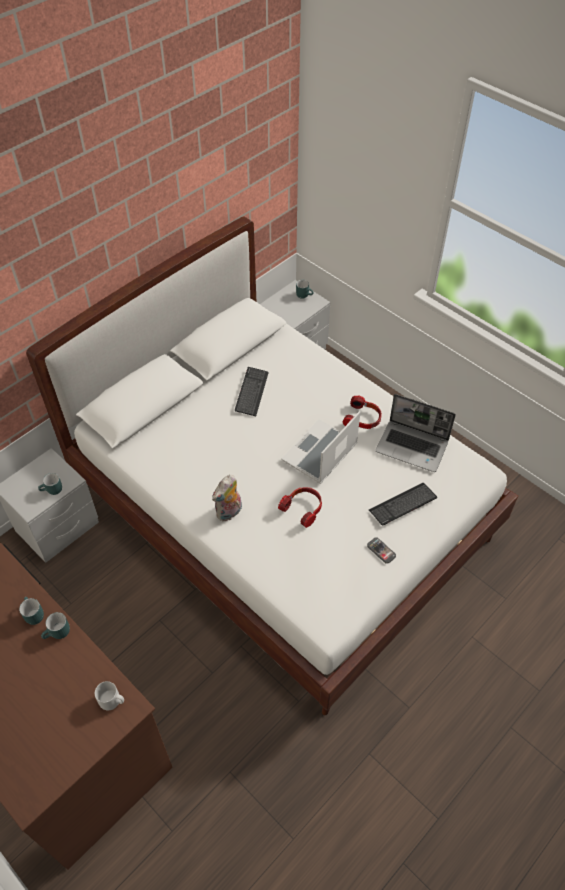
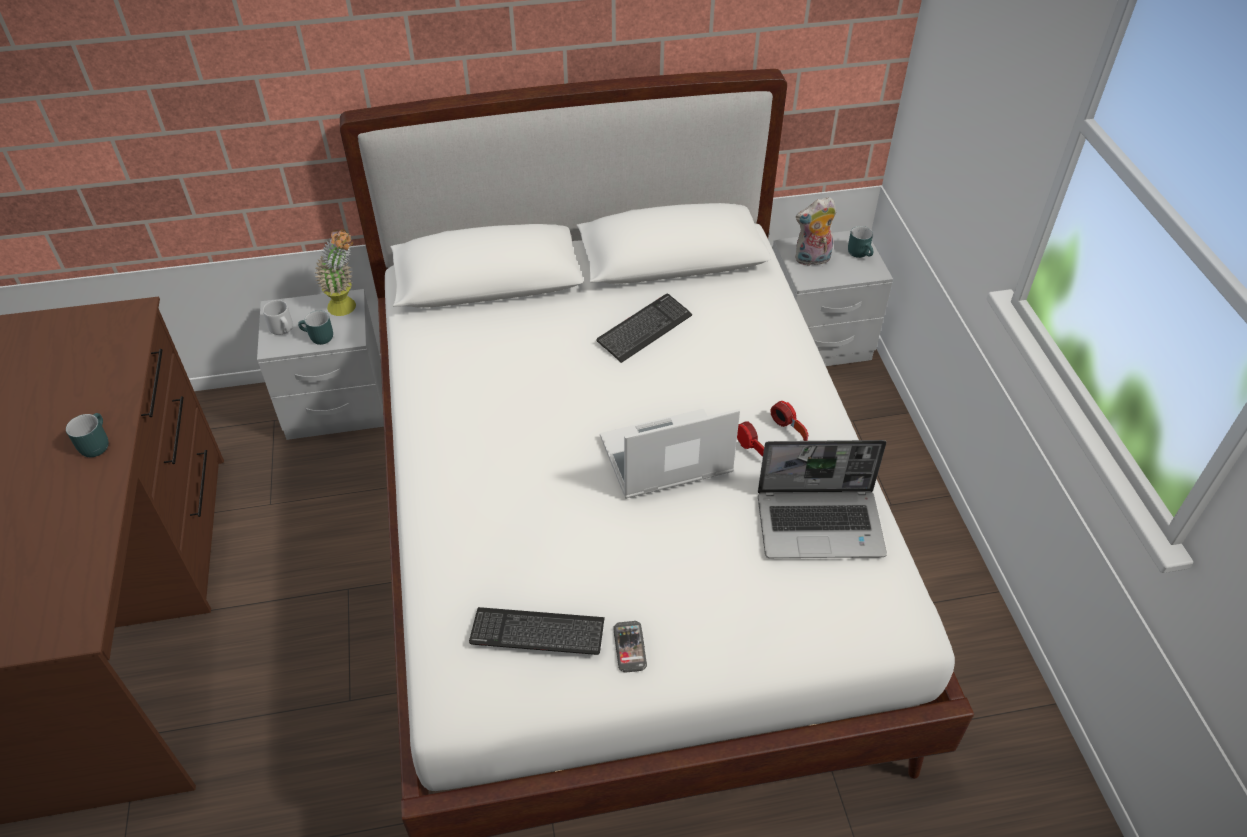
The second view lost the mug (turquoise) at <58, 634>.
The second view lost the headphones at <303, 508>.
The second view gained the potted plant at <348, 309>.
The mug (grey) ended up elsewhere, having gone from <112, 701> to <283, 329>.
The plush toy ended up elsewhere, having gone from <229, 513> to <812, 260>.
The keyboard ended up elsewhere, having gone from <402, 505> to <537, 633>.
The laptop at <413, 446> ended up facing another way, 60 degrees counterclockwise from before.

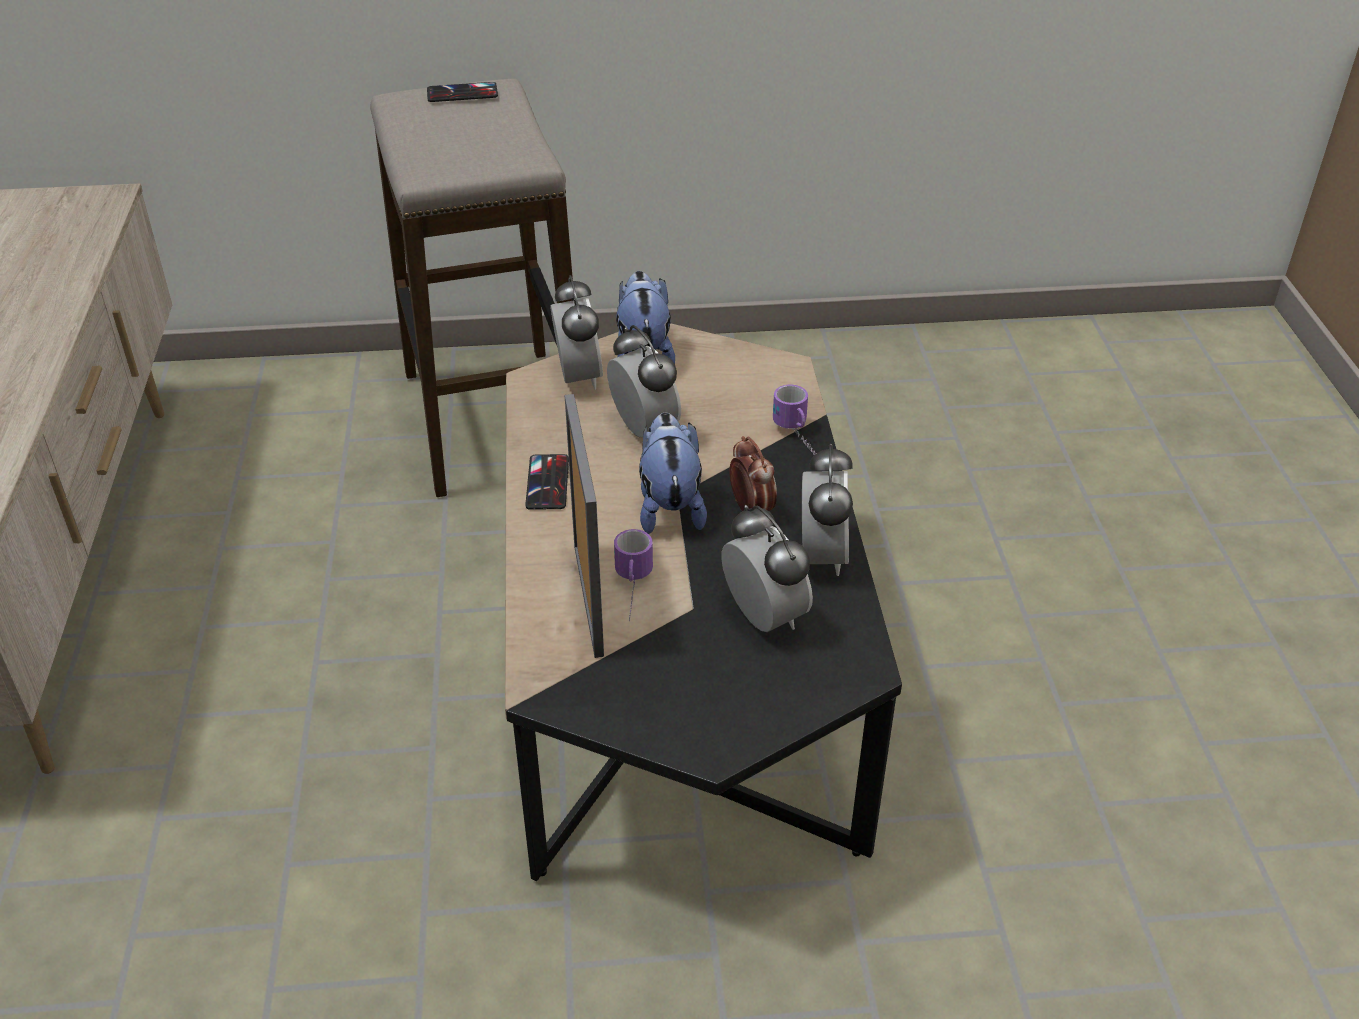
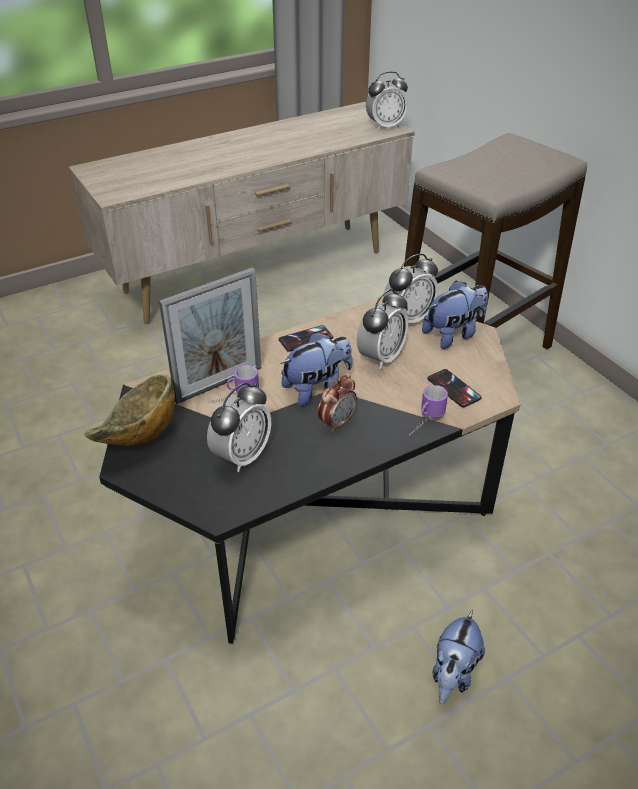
The second view gained the bowl at <138, 438>.
The second view gained the plush toy at <453, 673>.
The phone ended up elsewhere, having gone from <462, 93> to <453, 388>.
The alarm clock ended up elsewhere, having gone from <822, 556> to <385, 126>.

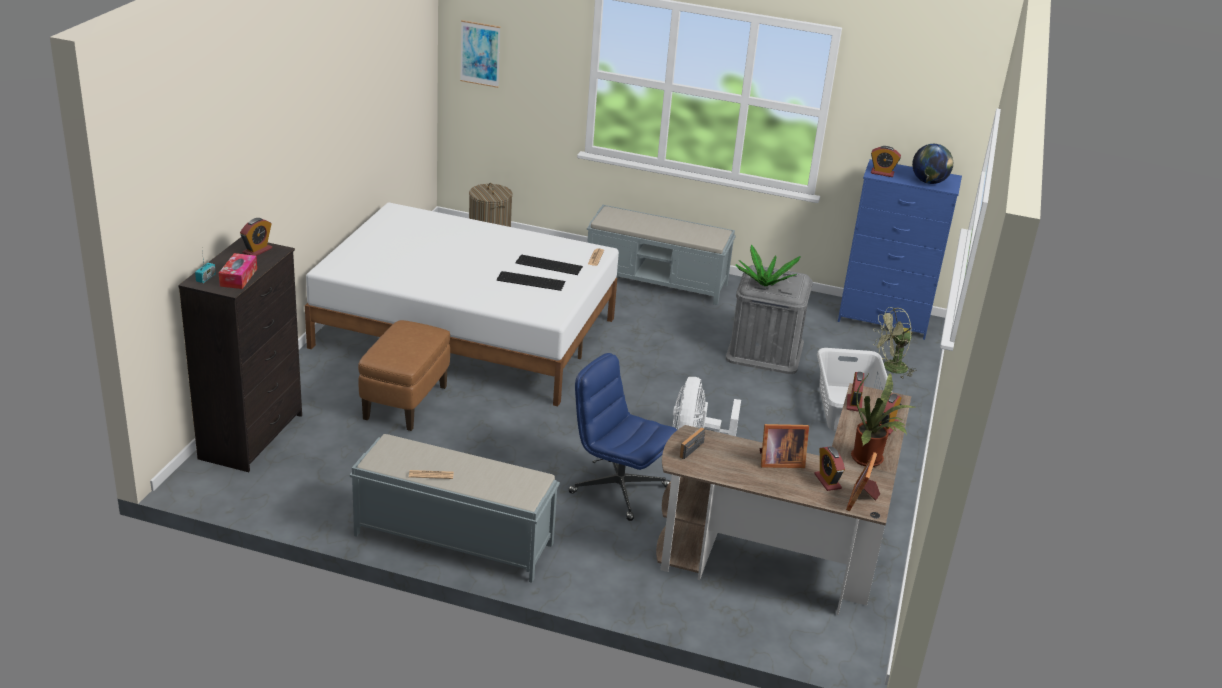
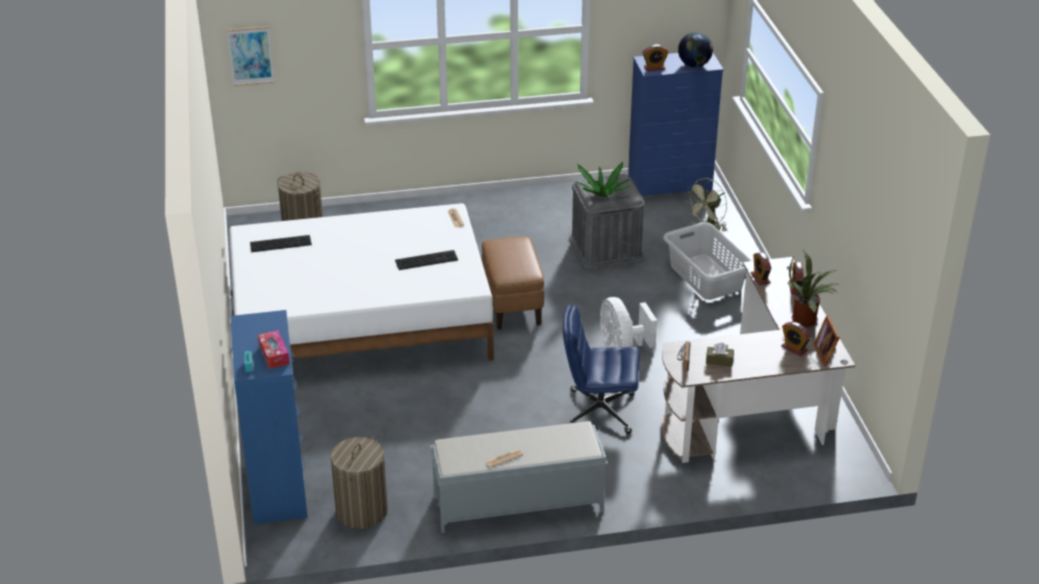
The second view lost the alarm clock at <257, 251>.
The second view lost the bench (grey) at <657, 281>.
The second view lost the picture frame at <779, 461>.
The second view gained the laundry basket at <361, 511>.
The second view gained the tissue box (brown) at <719, 361>.
The ottoman (brown) ended up elsewhere, having gone from <405, 402> to <512, 306>.
The keyboard ended up elsewhere, having gone from <548, 264> to <279, 243>.
What was the dresser (black) at <253, 436> turned into the dresser (blue) at <278, 486>.

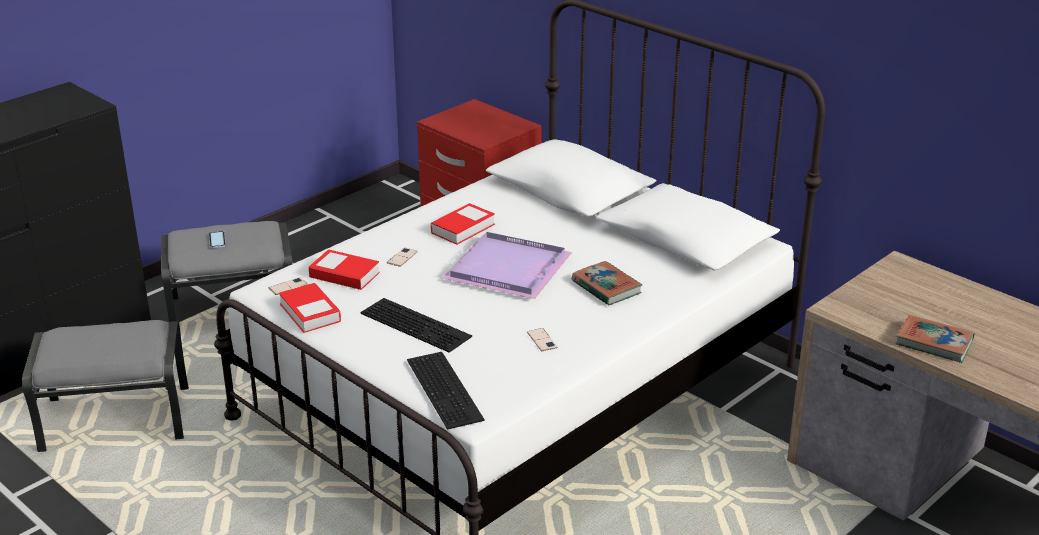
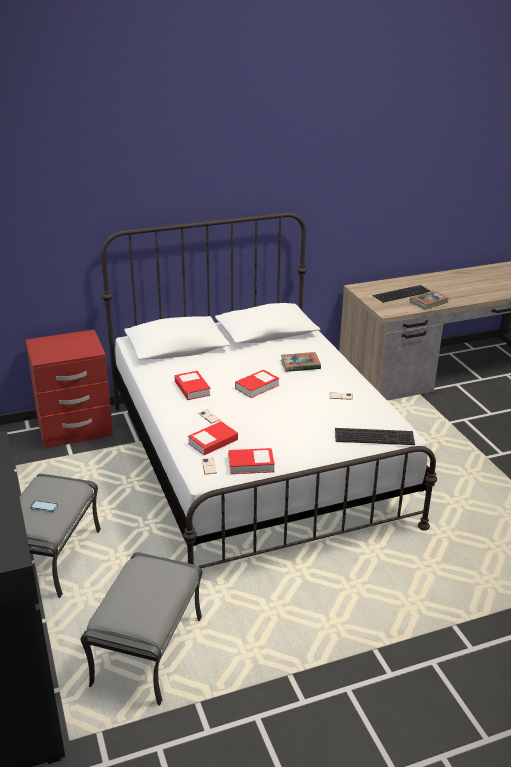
The keyboard ended up elsewhere, having gone from <418, 324> to <402, 293>.
Where the tray (purple) stood at <509, 270>, the book came to stand at <257, 387>.

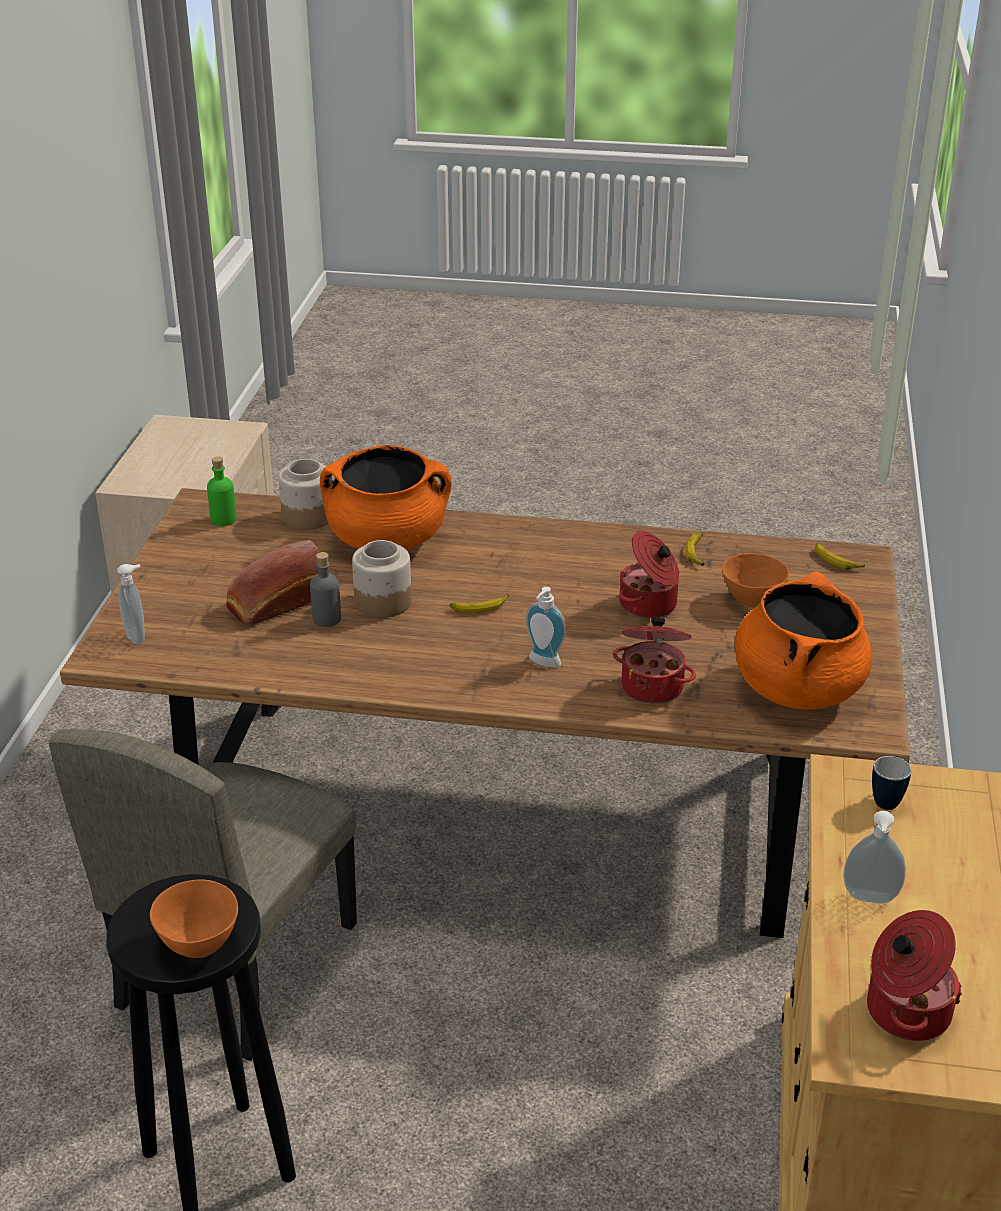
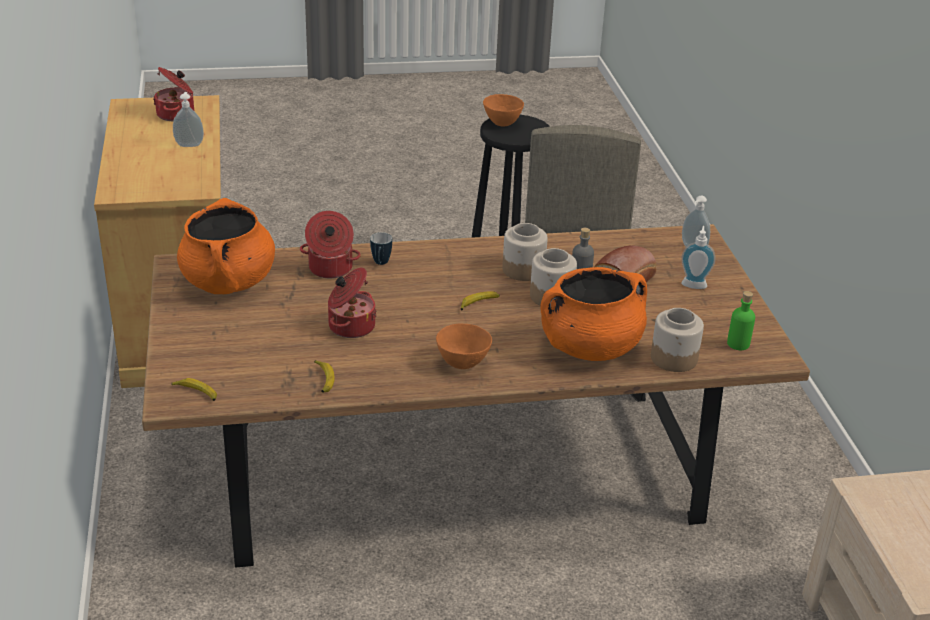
The second view gained the jar at <523, 270>.
The soap dispenser ended up elsewhere, having gone from <542, 663> to <694, 283>.
The bowl (orange) ended up elsewhere, having gone from <751, 601> to <463, 363>.
The mug ended up elsewhere, having gone from <887, 799> to <380, 264>.

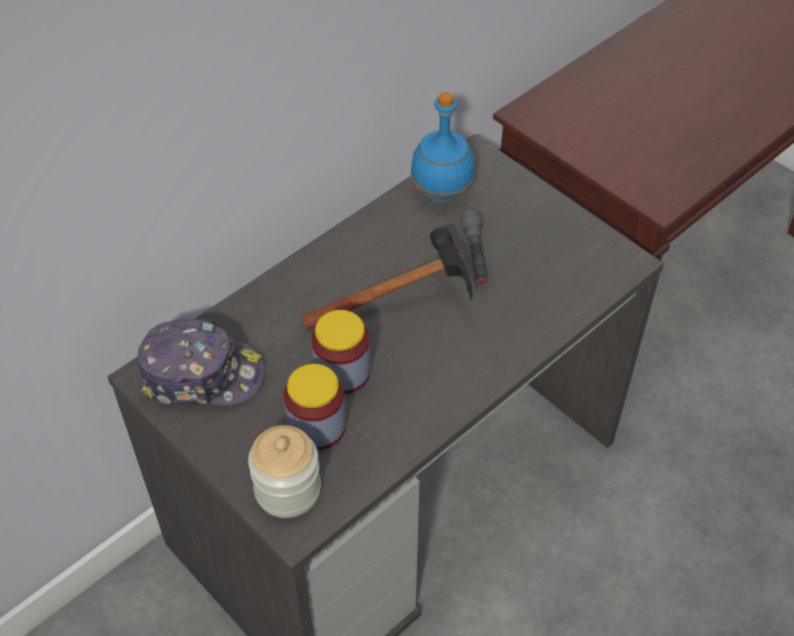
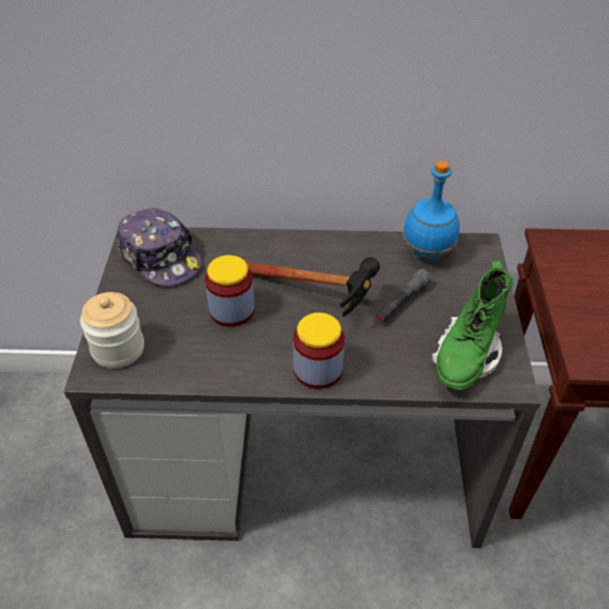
The second view gained the boot (green) at <466, 356>.
The jar ended up elsewhere, having gone from <317, 426> to <318, 369>.

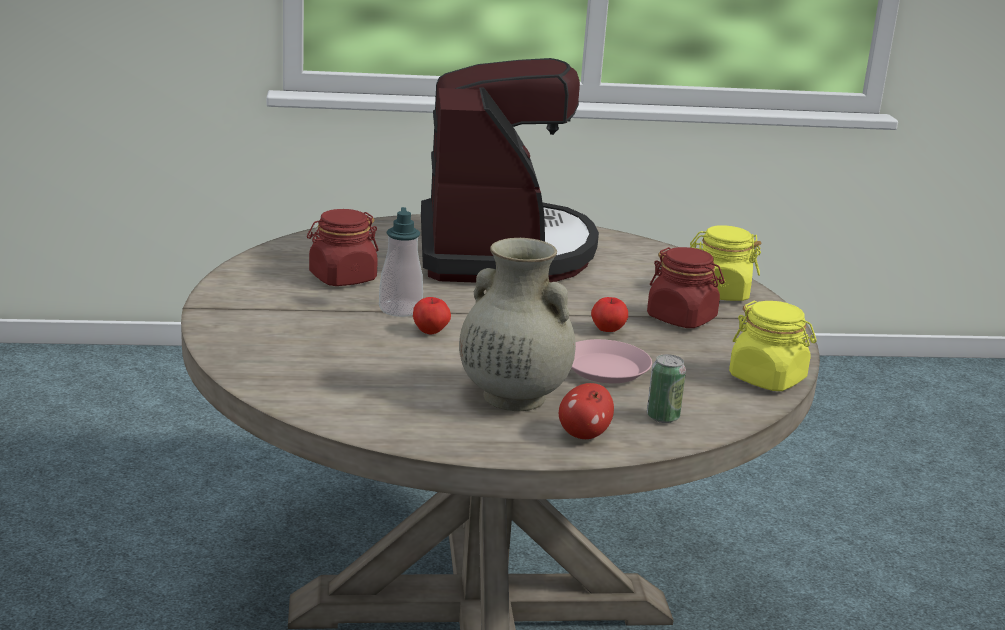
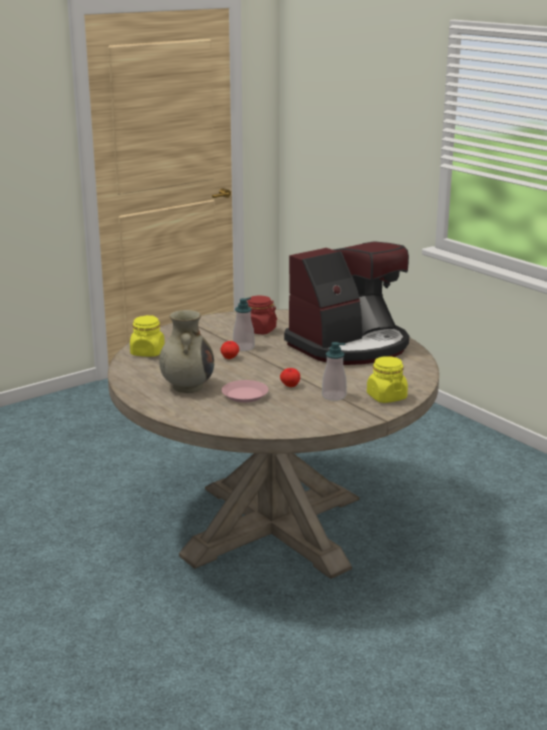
The second view lost the apple at <583, 435>.
The second view lost the can at <662, 417>.
The jar (yellow) ended up elsewhere, having gone from <767, 379> to <147, 352>.
Where the jar (red) stood at <682, 318>, the soap dispenser came to stand at <334, 396>.

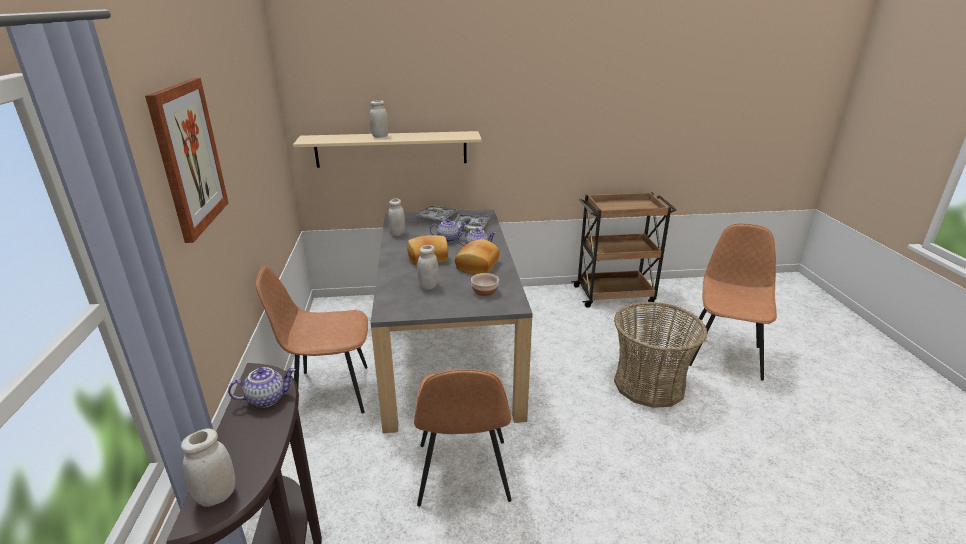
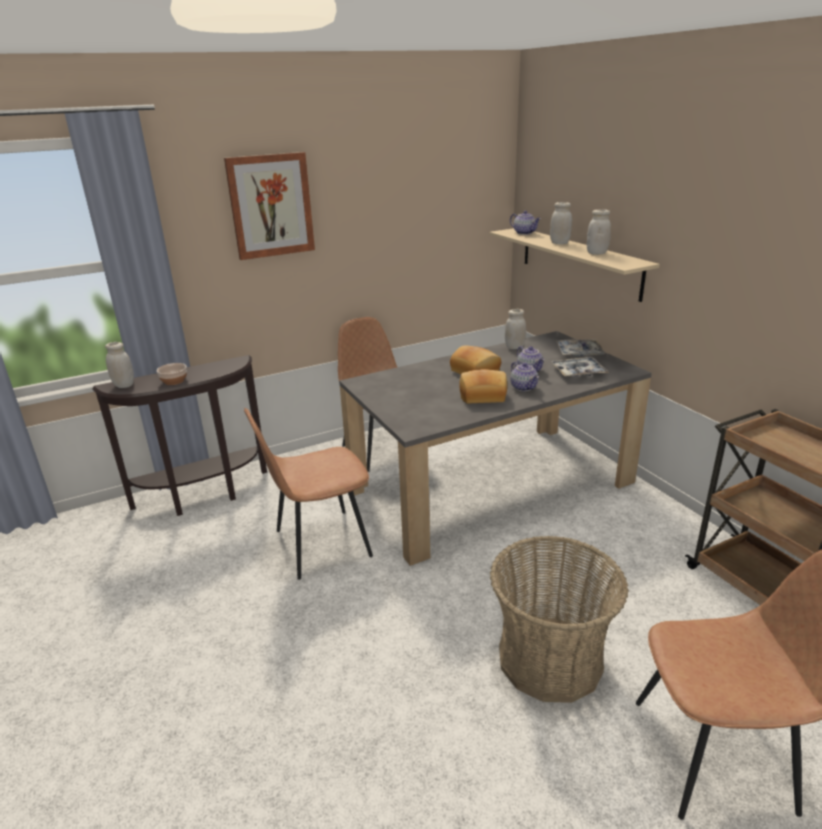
The teapot ended up elsewhere, having gone from <267, 398> to <525, 233>.
The jar (white) ended up elsewhere, having gone from <428, 286> to <596, 253>.
The bowl ended up elsewhere, having gone from <484, 291> to <174, 381>.

